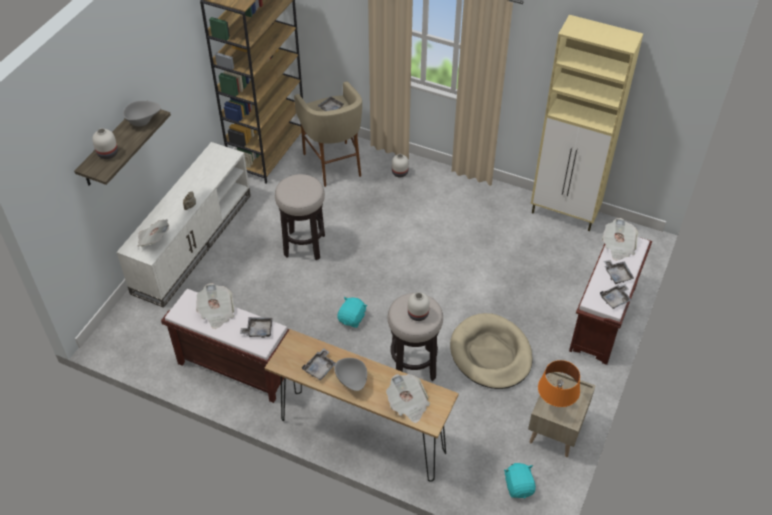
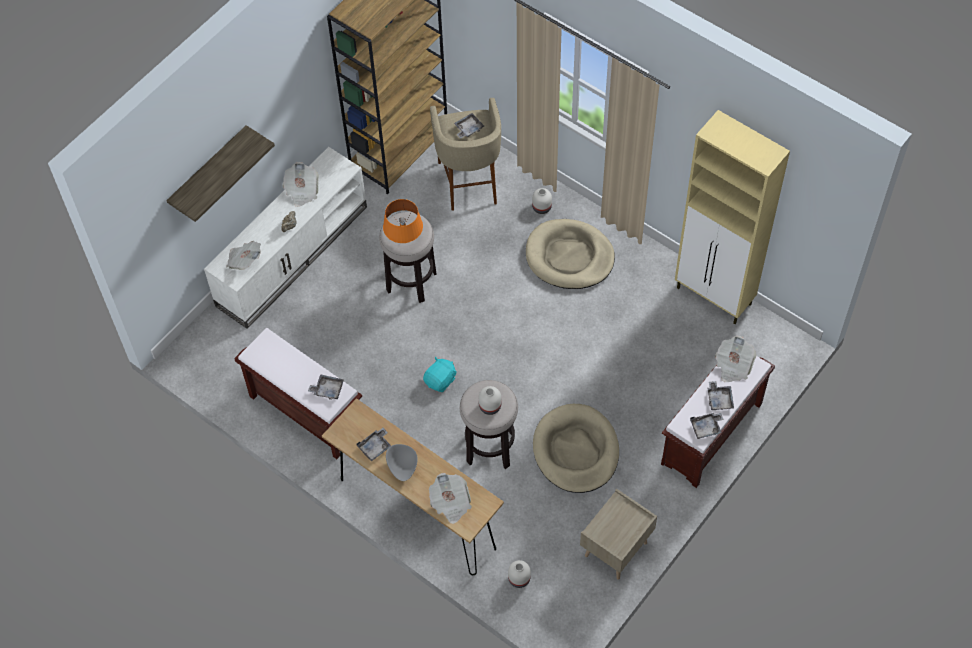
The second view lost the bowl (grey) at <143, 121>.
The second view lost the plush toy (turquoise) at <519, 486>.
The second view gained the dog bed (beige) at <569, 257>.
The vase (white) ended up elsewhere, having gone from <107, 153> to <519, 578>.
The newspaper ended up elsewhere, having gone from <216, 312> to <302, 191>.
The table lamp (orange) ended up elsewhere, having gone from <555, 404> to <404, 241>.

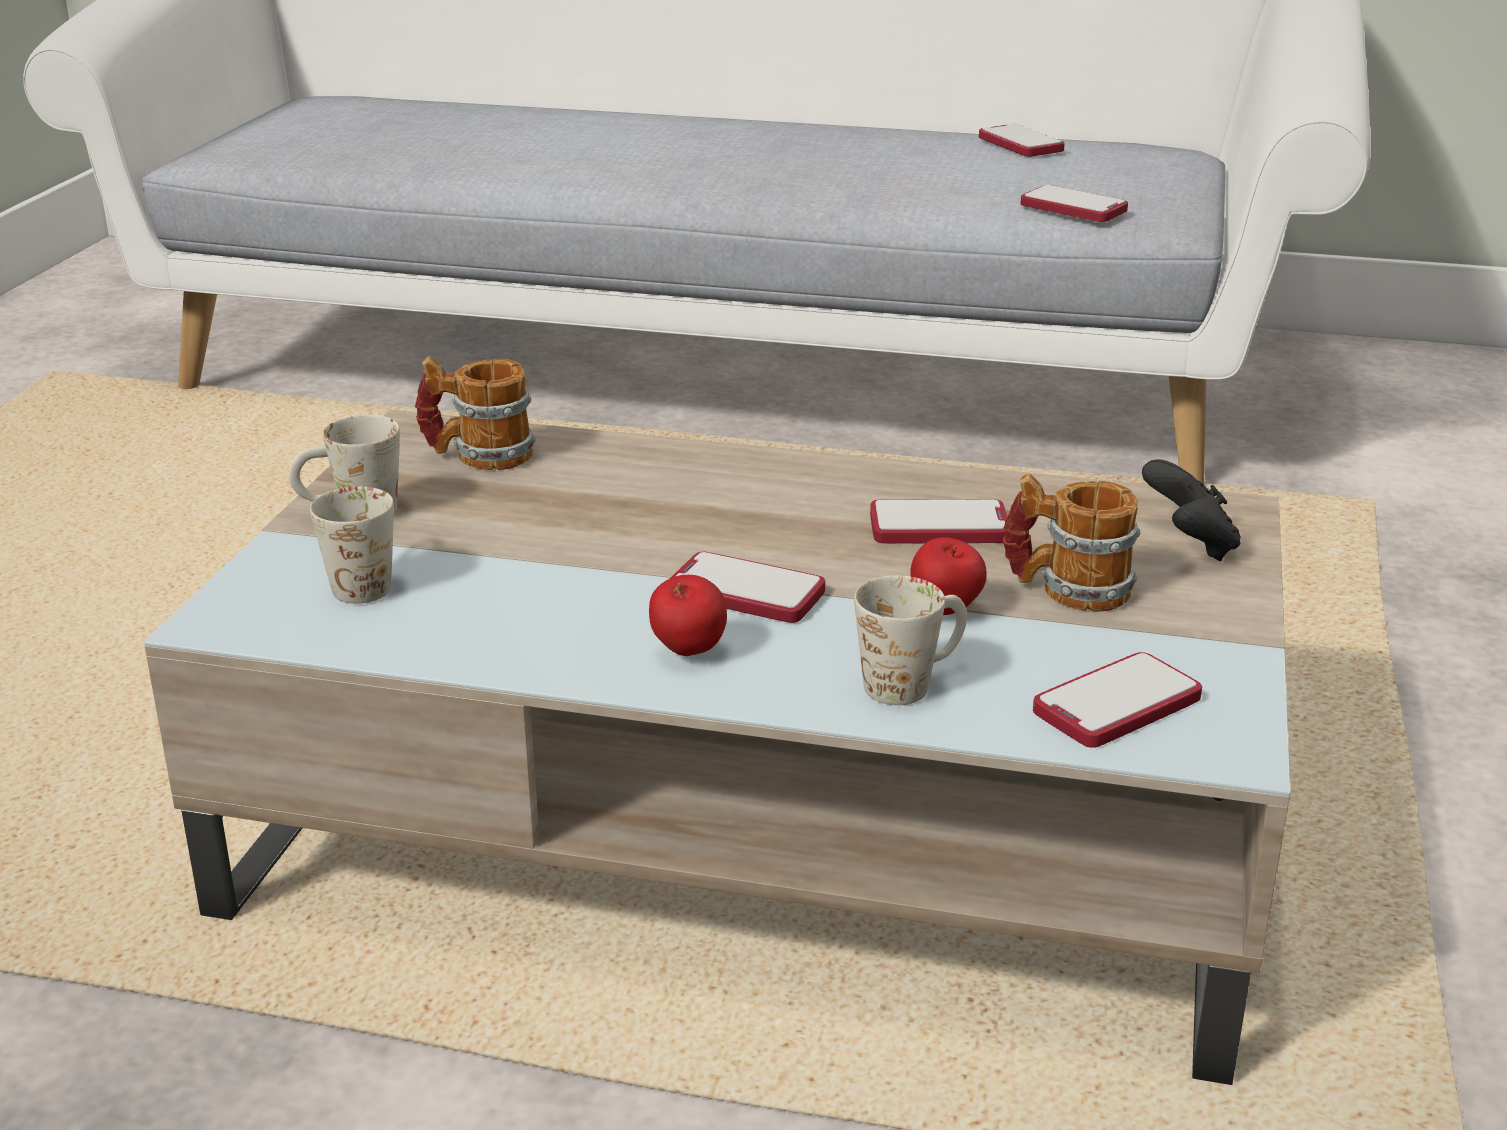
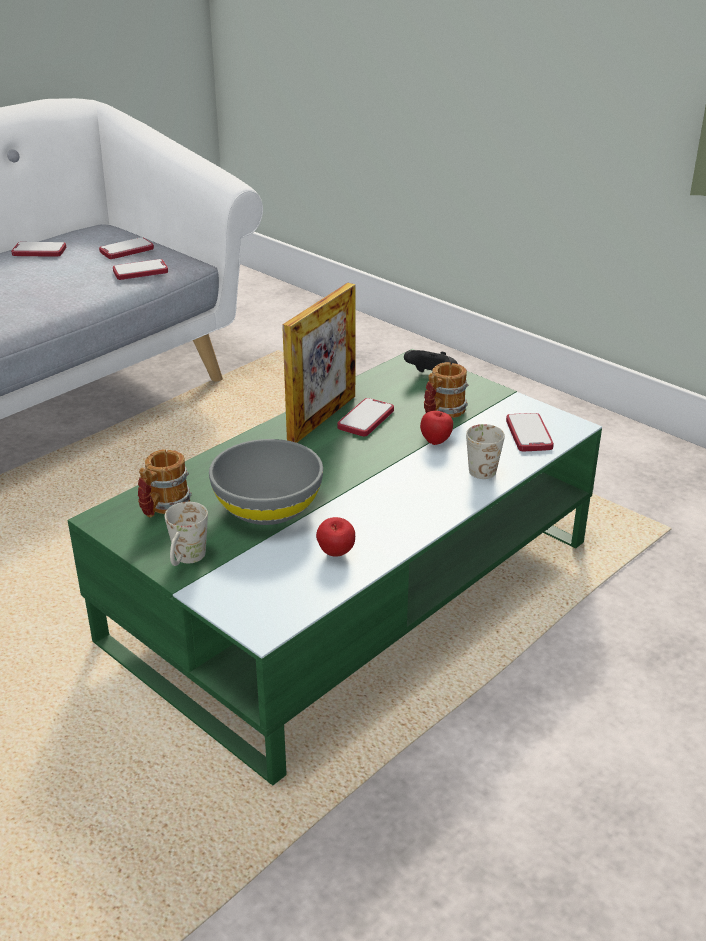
The second view lost the mug (white) at <366, 580>.
The second view gained the bowl (grey) at <268, 507>.
The second view gained the picture frame at <322, 418>.
The apple ended up elsewhere, having gone from <687, 653> to <336, 554>.
The phone ended up elsewhere, having gone from <746, 592> to <126, 250>.
What was the coffee table (beige) at <753, 829> turned into the coffee table (green) at <353, 591>.

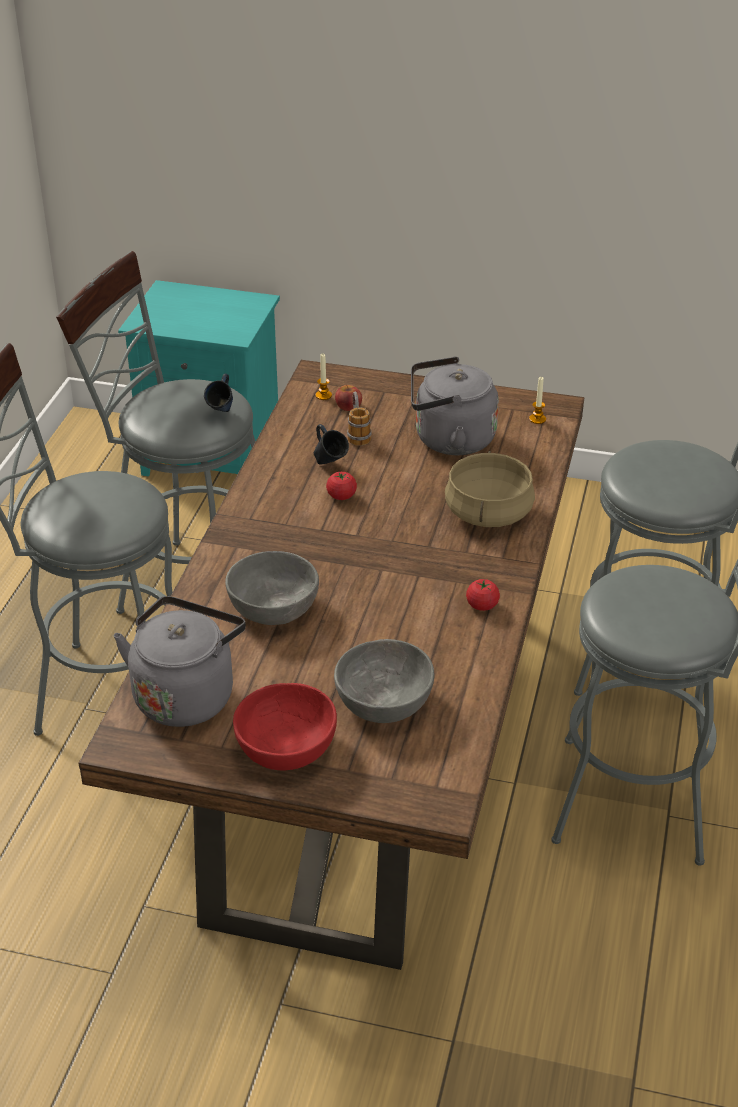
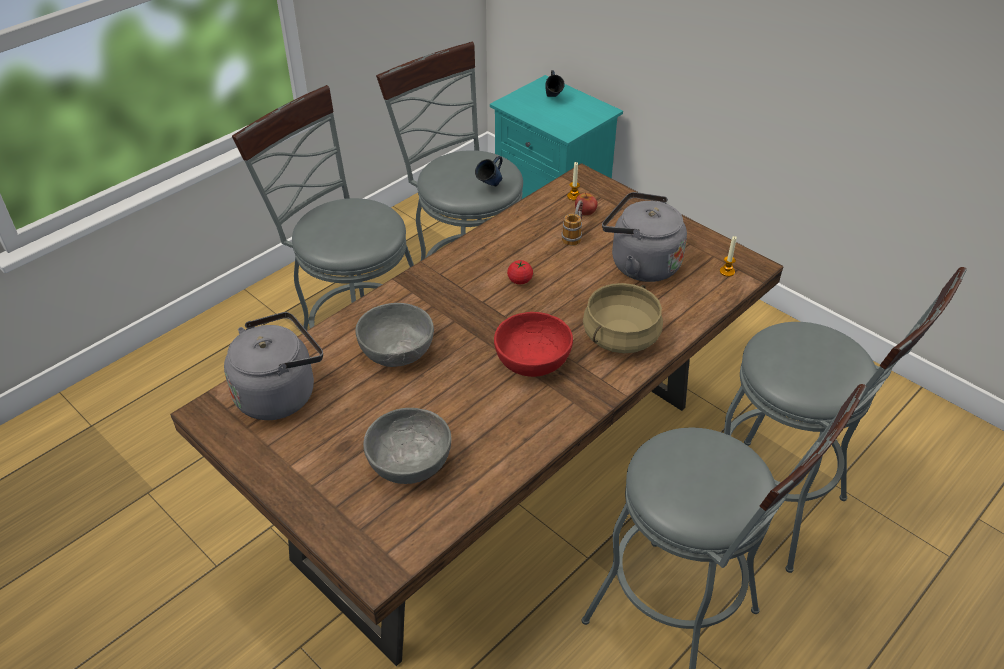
The second view lost the tomato at <482, 605>.
The bowl (red) ended up elsewhere, having gone from <285, 747> to <532, 359>.
The mug (blue) ended up elsewhere, having gone from <329, 465> to <553, 98>.

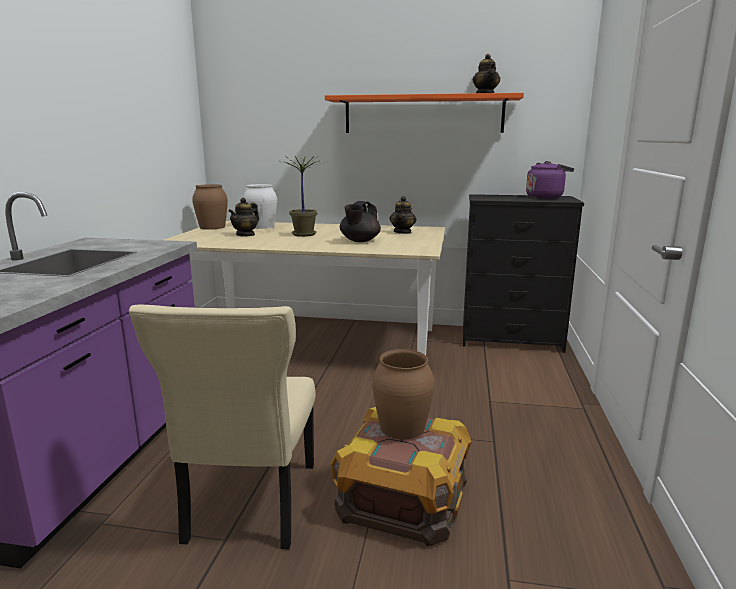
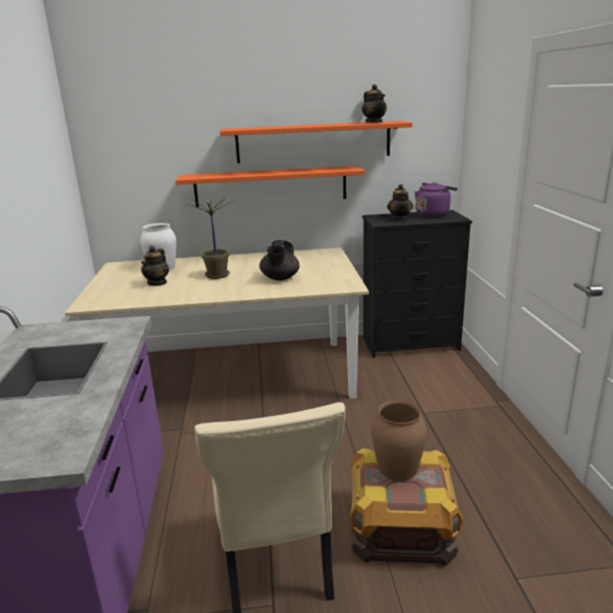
The second view lost the vase (brown) at <212, 227>.
The second view gained the shelf (orange) at <270, 186>.
The teapot ended up elsewhere, having gone from <403, 232> to <399, 218>.

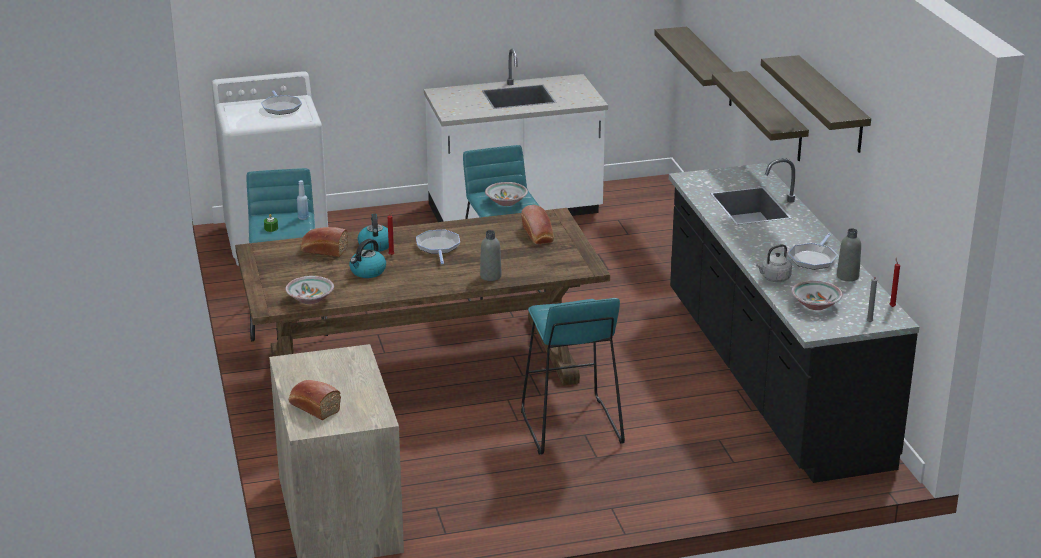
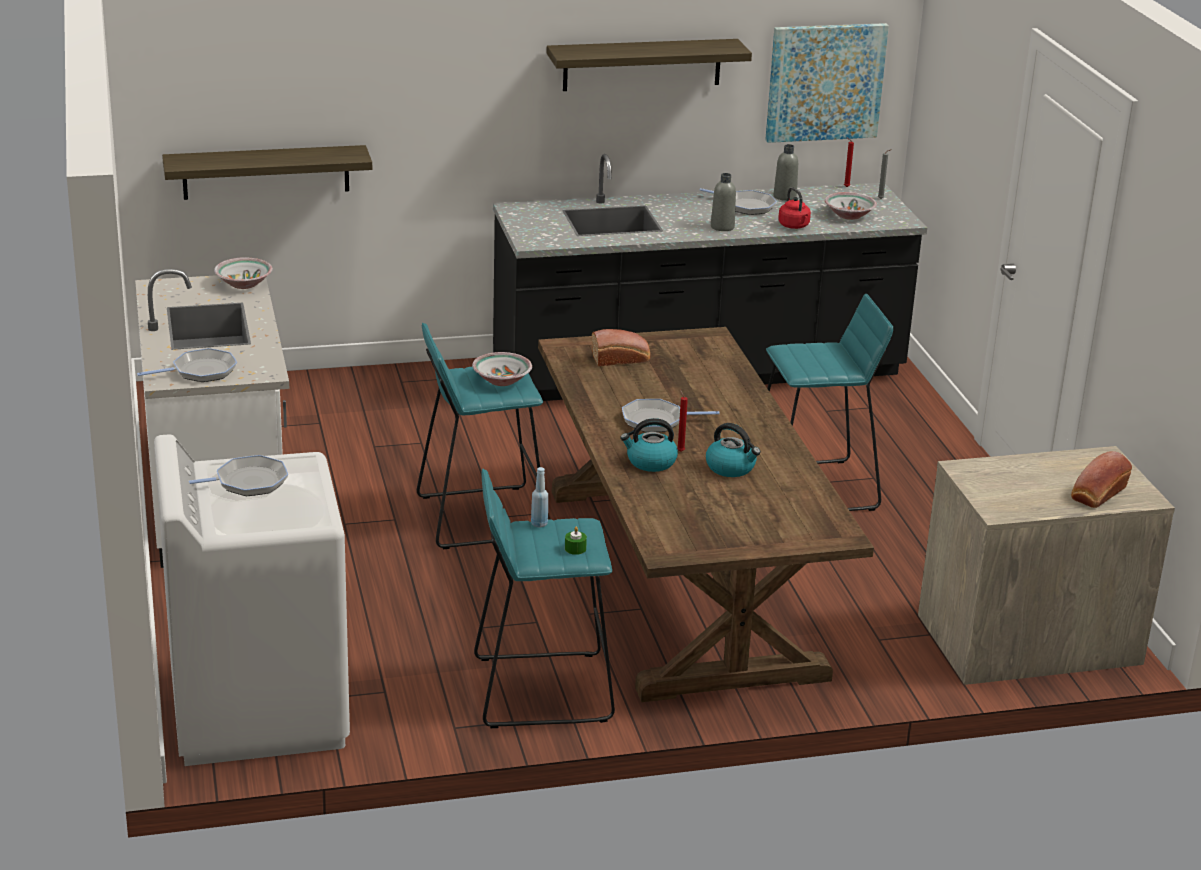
The second view lost the bread at <323, 250>.
The second view lost the shelf at <775, 117>.
The second view gained the frying pan at <200, 371>.
The second view gained the picture at <825, 82>.
The bowl ended up elsewhere, having gone from <310, 299> to <244, 283>.
The bottle (grey) ended up elsewhere, having gone from <490, 276> to <722, 227>.
What was the kettle (grey) at <774, 278> turned into the kettle (red) at <794, 226>.

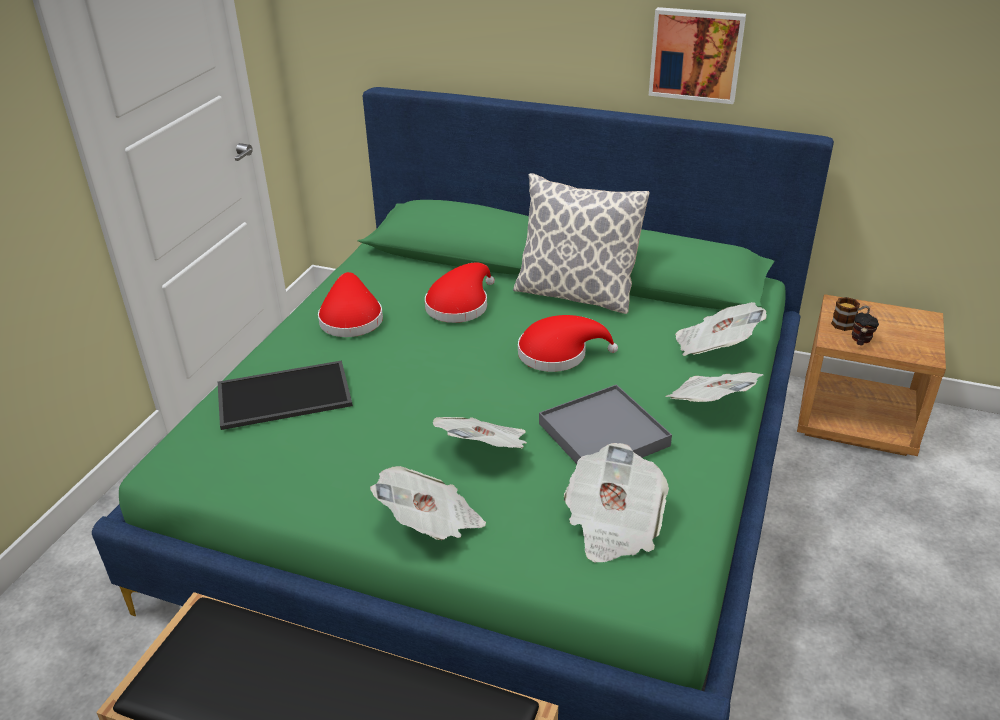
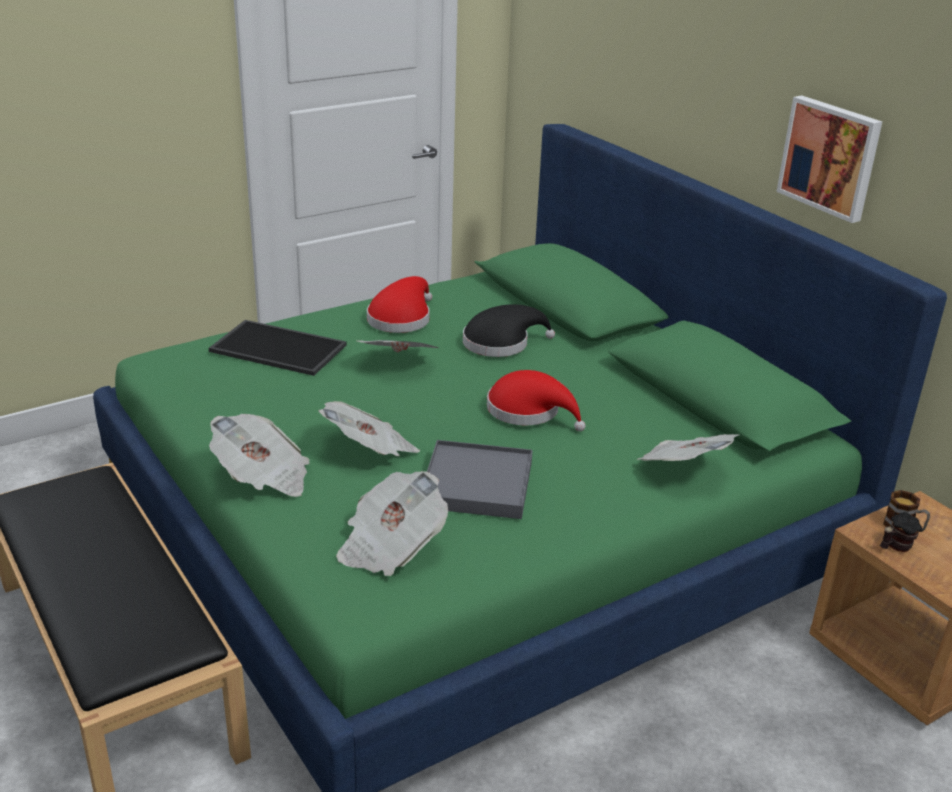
The second view lost the pillow at <575, 294>.
The newspaper ended up elsewhere, having gone from <710, 404> to <399, 364>.
What was the hat (red) at <460, 305> turned into the hat (black) at <501, 343>.

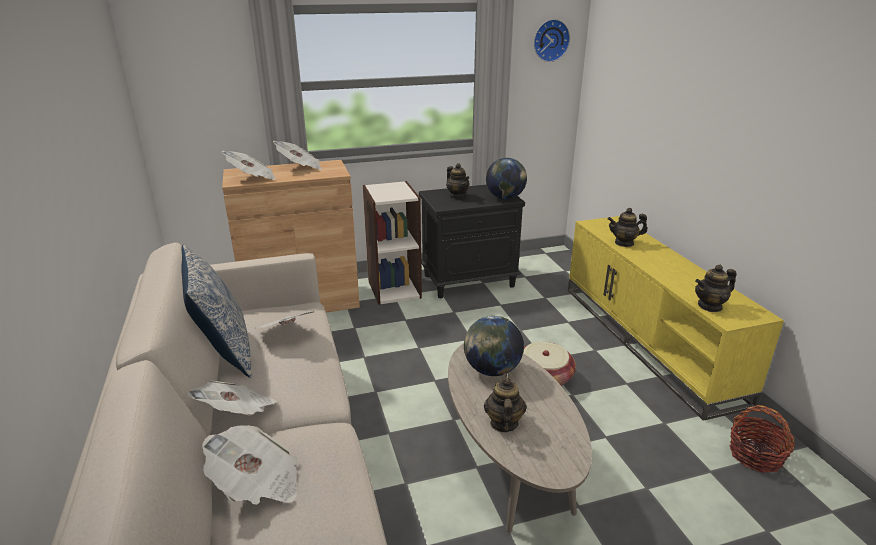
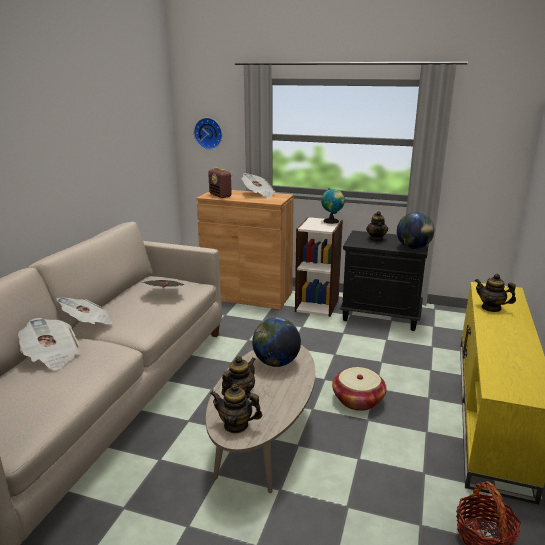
The second view lost the pillow at <224, 352>.
The second view gained the globe at <332, 221>.
The wall clock ended up elsewhere, having gone from <550, 40> to <209, 133>.
The teapot ended up elsewhere, having gone from <710, 306> to <236, 425>.
Where the newspaper stood at <252, 178>, the radio came to stand at <220, 196>.

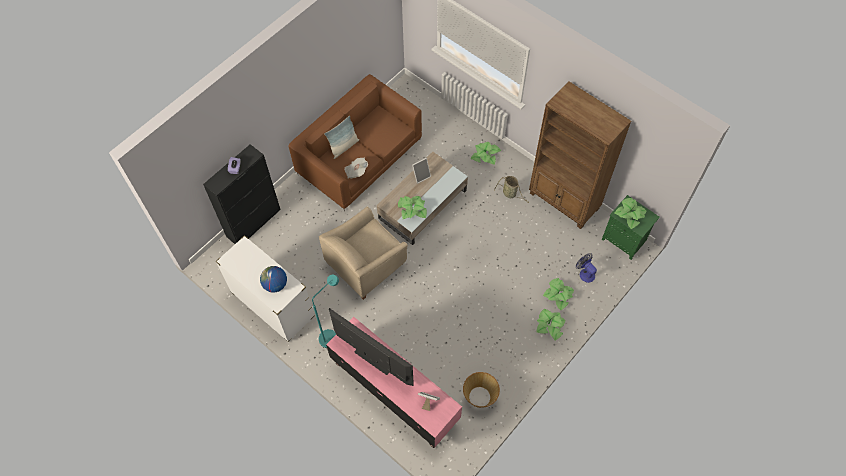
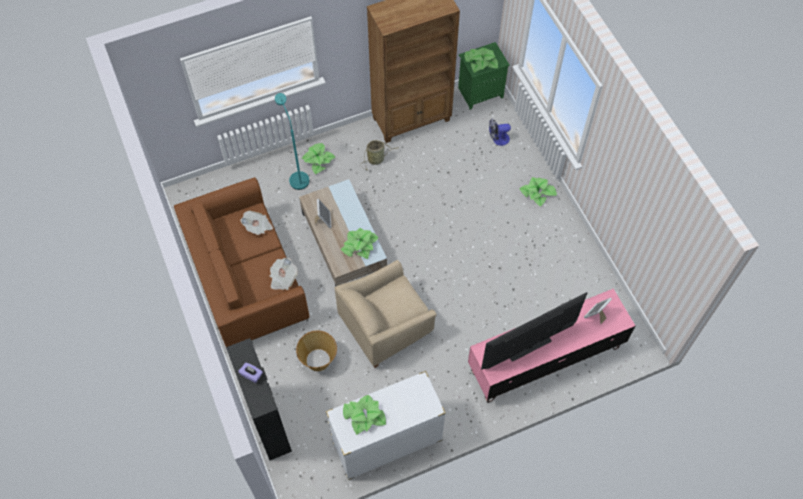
The second view lost the globe at <275, 285>.
The second view lost the pillow at <344, 147>.
The second view gained the newspaper at <258, 227>.
The floor lamp (turquoise) ended up elsewhere, having gone from <332, 335> to <297, 177>.
The basket ended up elsewhere, having gone from <479, 397> to <318, 360>.
The potted plant ended up elsewhere, having gone from <558, 295> to <364, 416>.
The armchair (beige) at <366, 264> ended up facing another way, 75 degrees clockwise from before.

